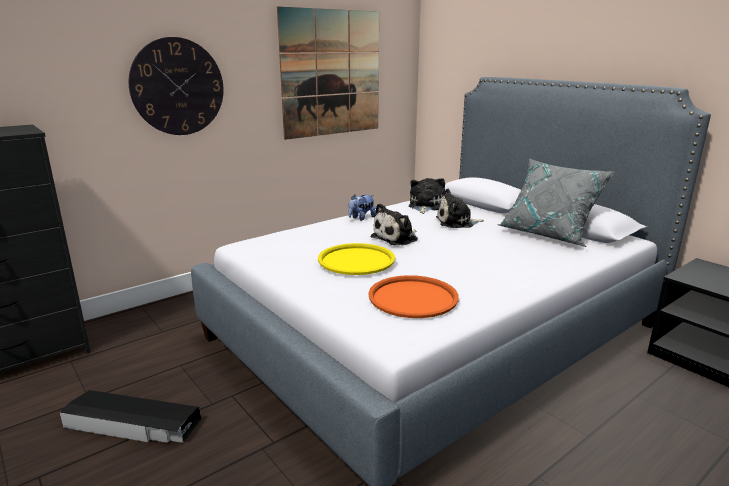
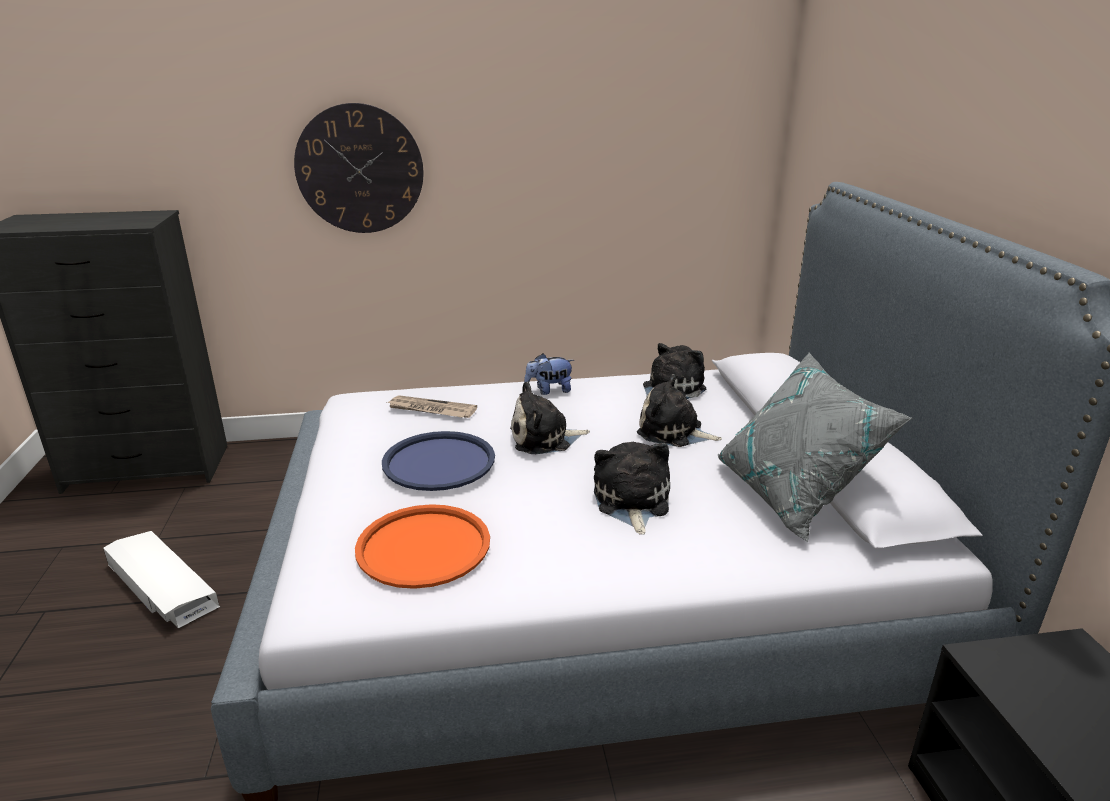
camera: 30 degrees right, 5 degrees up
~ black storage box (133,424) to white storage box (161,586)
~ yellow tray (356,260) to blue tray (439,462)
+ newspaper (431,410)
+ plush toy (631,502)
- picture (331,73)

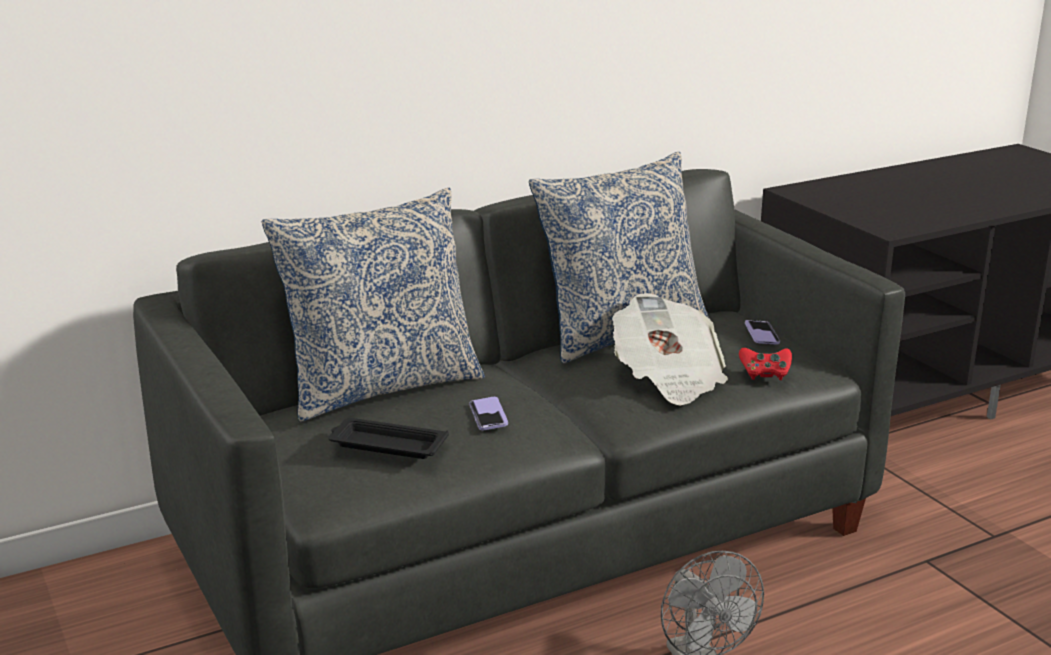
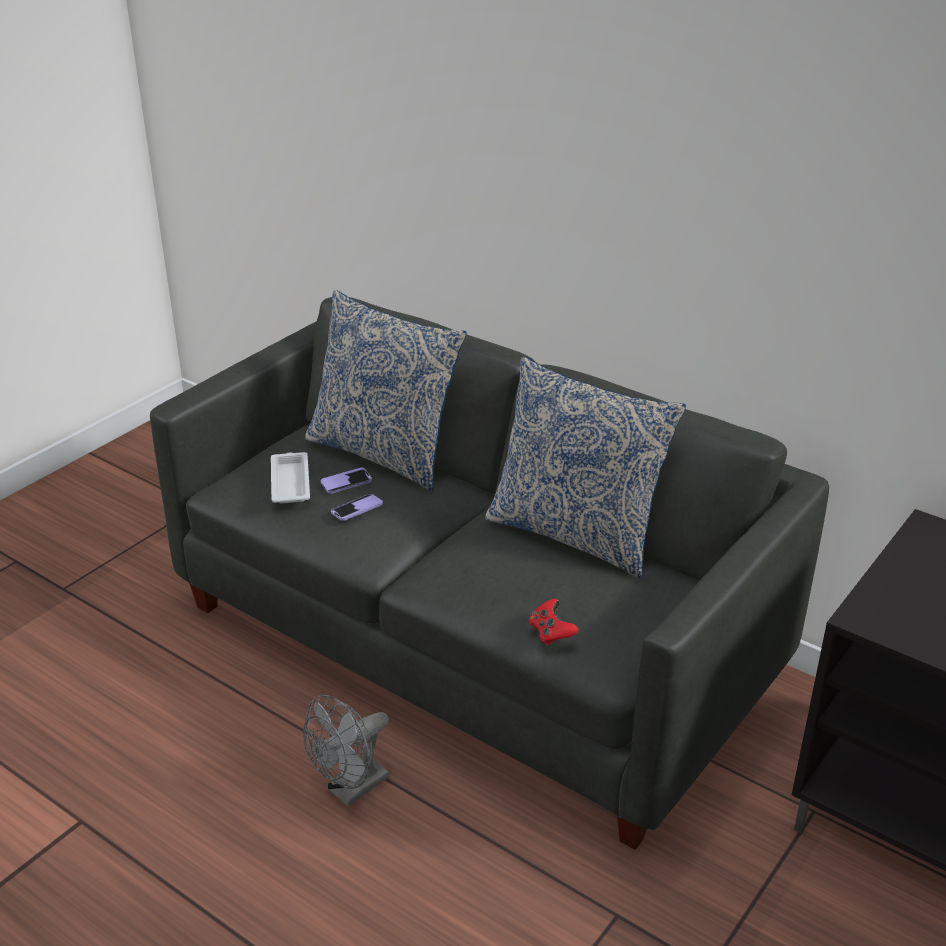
camera: 65 degrees right, 10 degrees up
~ black tray (386,445) to white tray (290,482)
~ phone (761,334) to (346,482)
- newspaper (668,378)

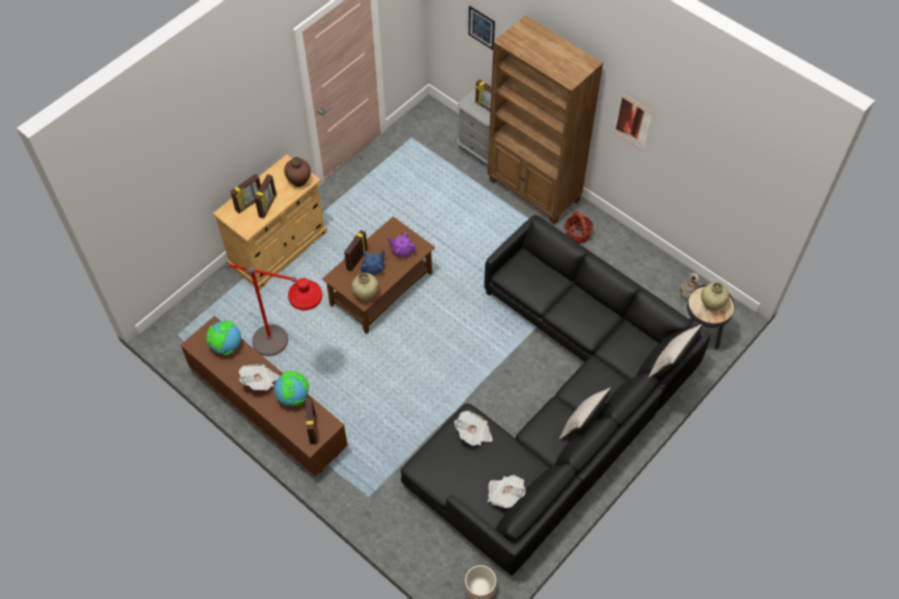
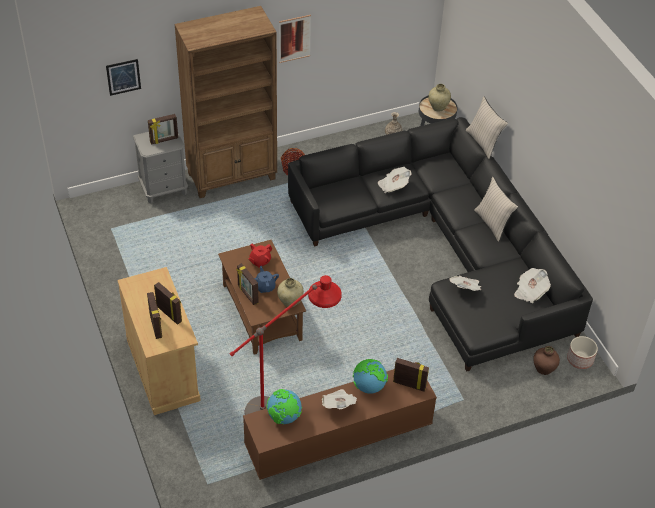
camera: 65 degrees left, 10 degrees down
~ purple teapot (402,250) to red teapot (260,261)
+ newspaper (393,186)
~ brown vase (299,181) to (543,369)

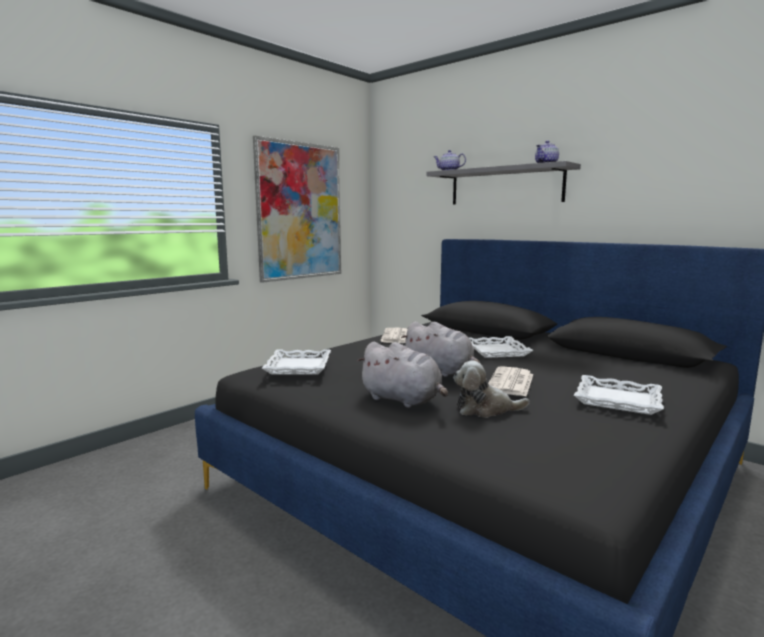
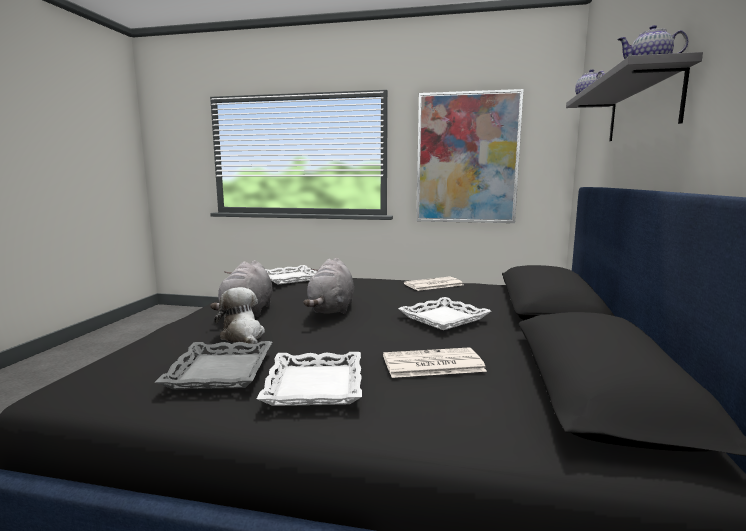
camera: 60 degrees right, 0 degrees up
+ grey tray (219,371)
~ newspaper (511,382) to (431,364)

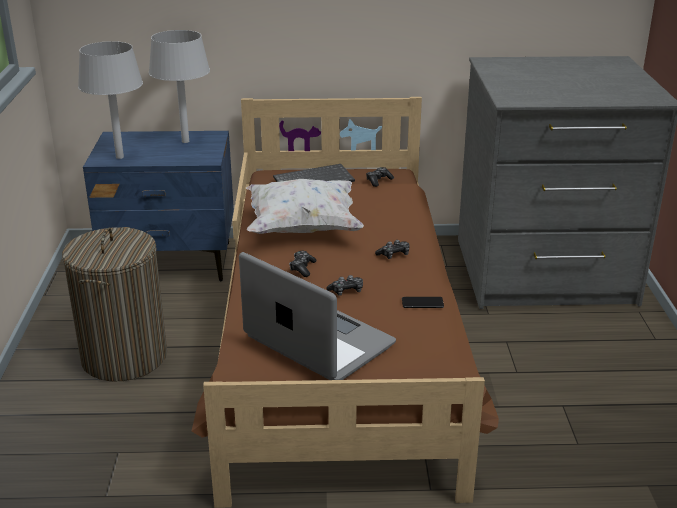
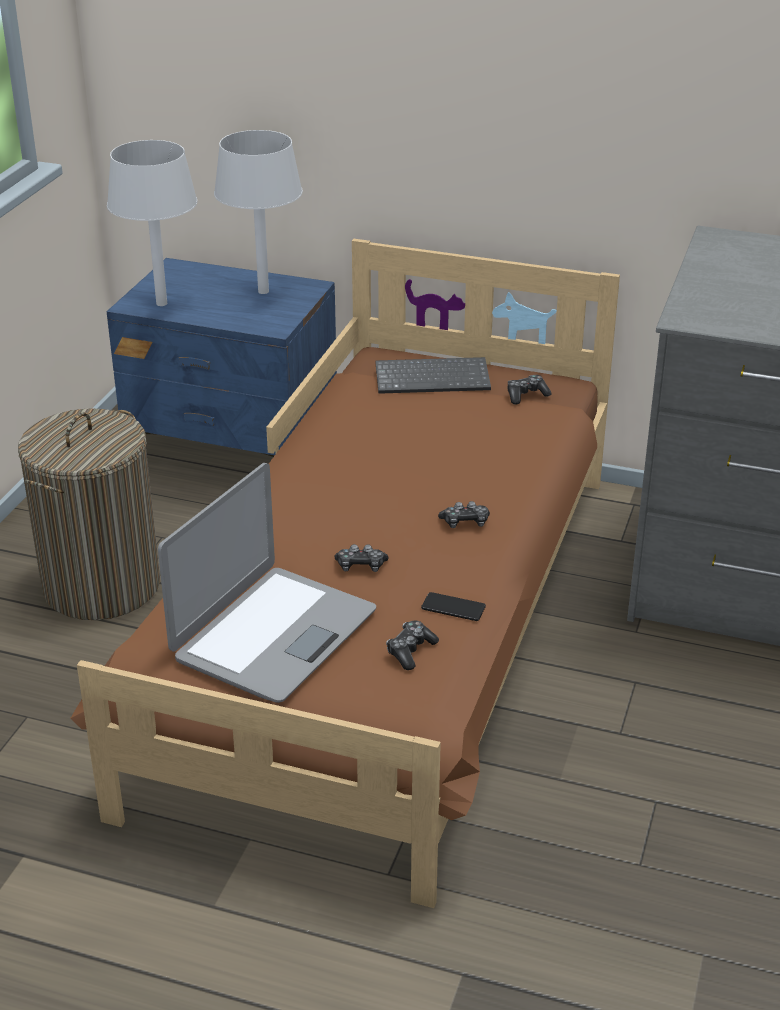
camera: 20 degrees right, 5 degrees up
~ laptop (318,342) = (273,634) 60 degrees clockwise
~ game controller (302,268) to (410,651)
- white pillow (302,228)

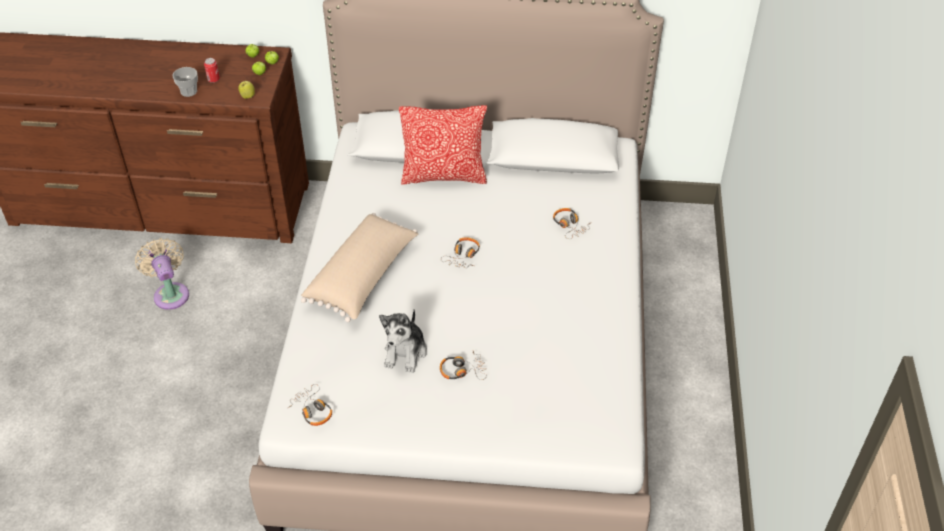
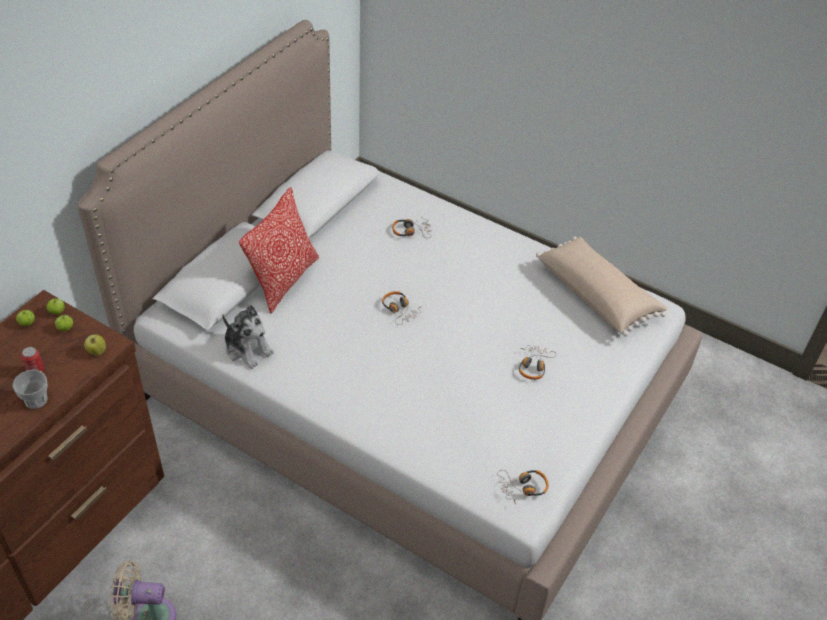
camera: 65 degrees left, 0 degrees up
~ plush toy (405,352) to (247,349)
~ beige pillow (363,277) to (597,295)

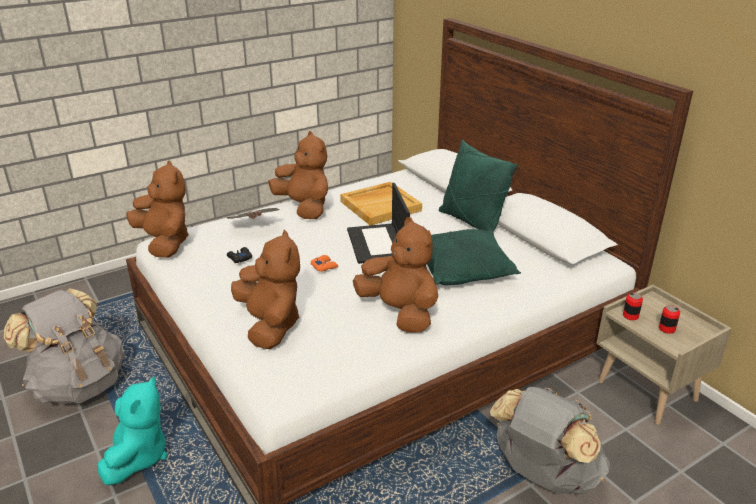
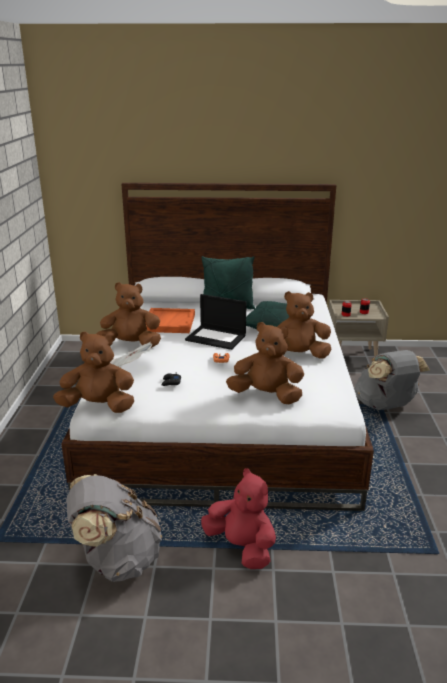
camera: 55 degrees left, 5 degrees down
~ beige tray (381,206) to orange tray (169,322)
~ turquoise plush toy (138,457) to red plush toy (241,547)

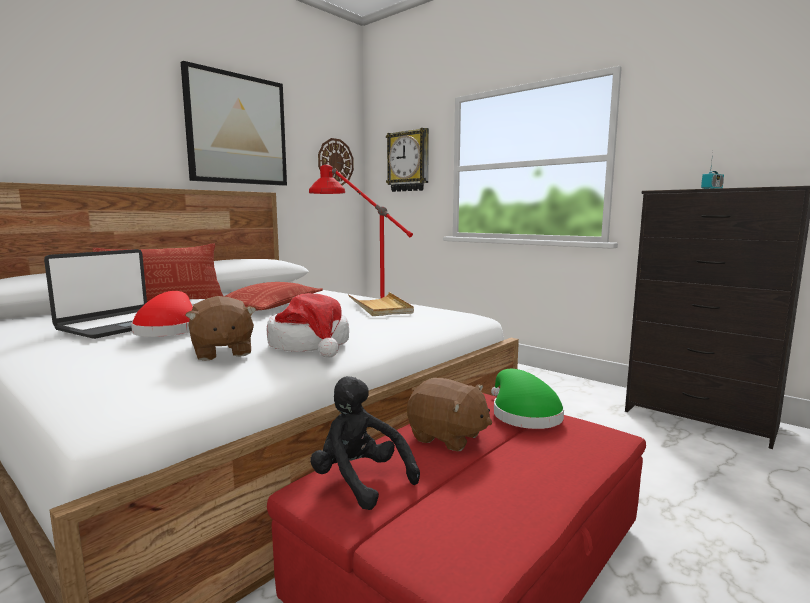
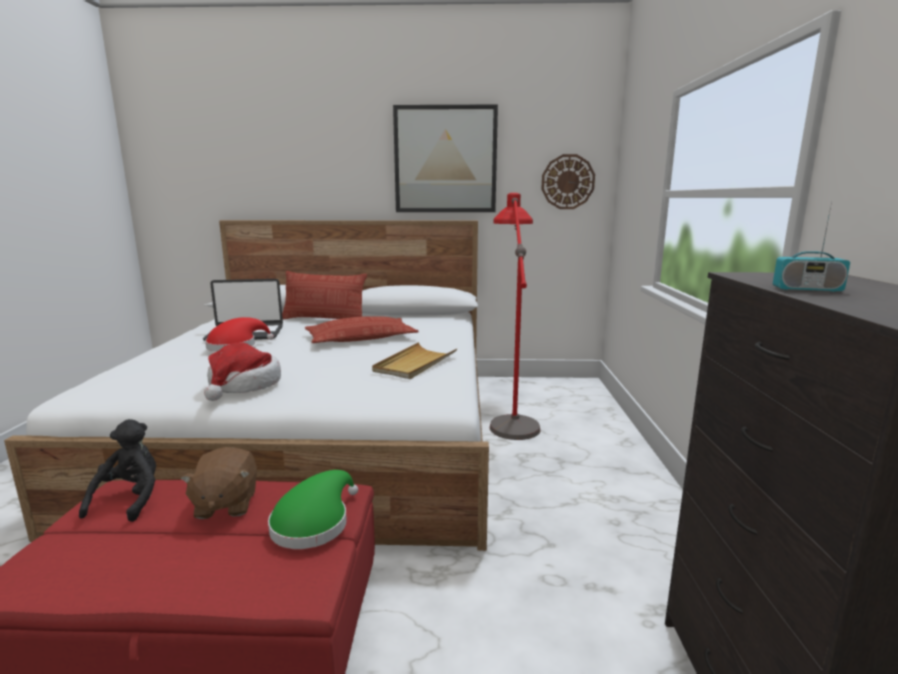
camera: 50 degrees right, 5 degrees up
- brown plush toy (222,352)
- wall clock (408,161)

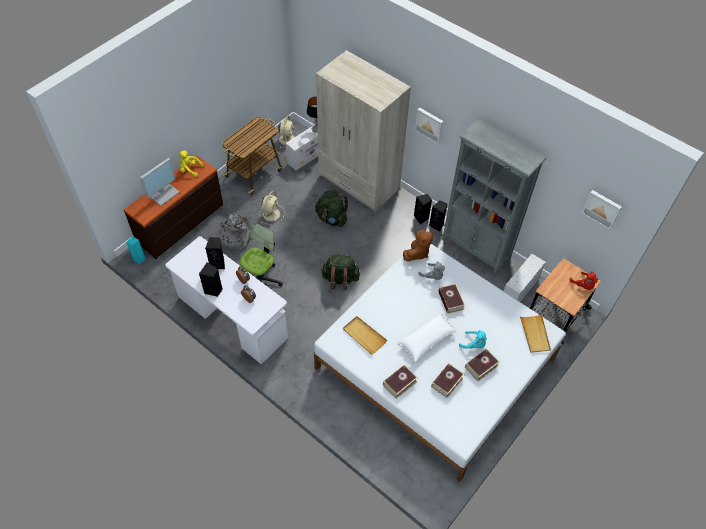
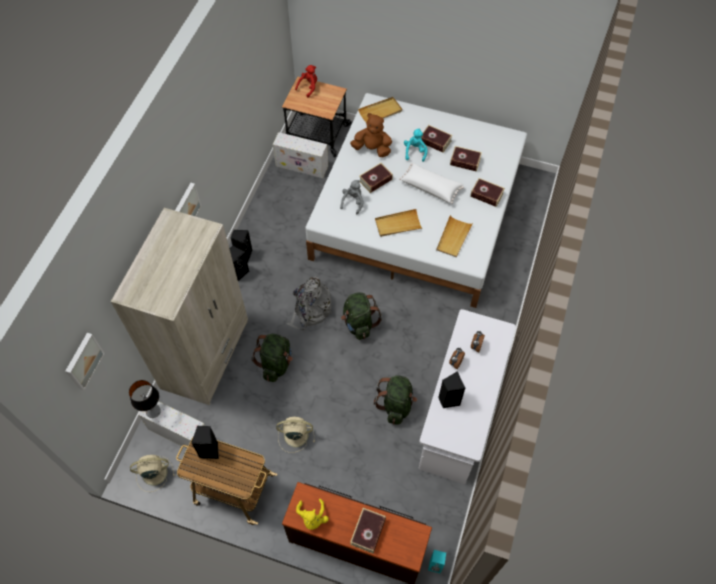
camera: 110 degrees left, 5 degrees up
~ picture (602,208) to (83,361)
~ black speaker (213,290) to (210,450)
~ grey backpack (236,237) to (310,310)
~ brown plush toy (417,253) to (372,149)
~ monitor (163,193) to book (368,531)
~ office chair (261,279) to green backpack (396,404)
+ beige tray (398,224)
- grey bookcase (476,248)

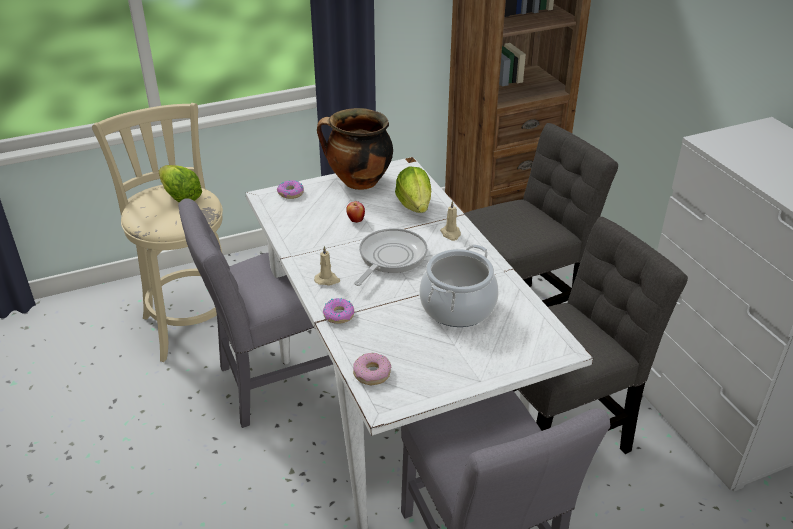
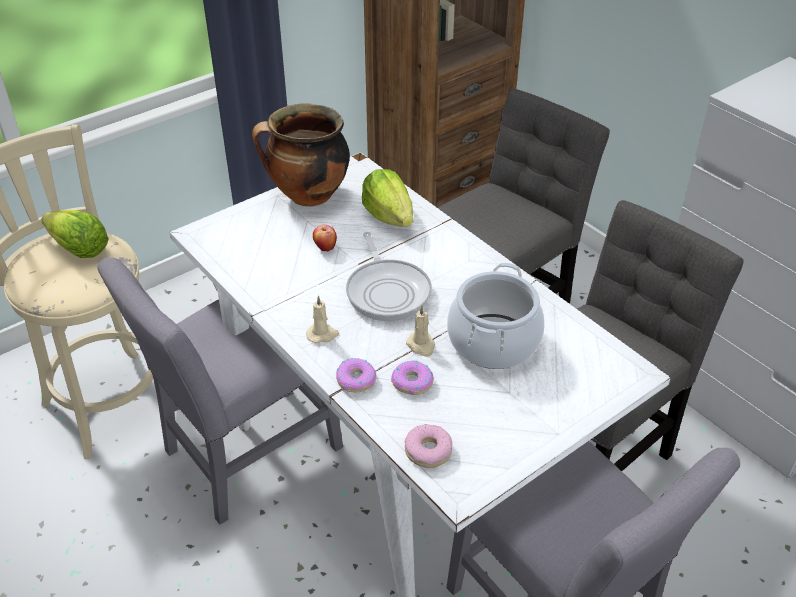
camera: 15 degrees left, 5 degrees up
~ frying pan (390,258) = (387,291) 150 degrees clockwise
~ donut (290,193) to (412,382)
~ beige candle (451,234) to (421,346)

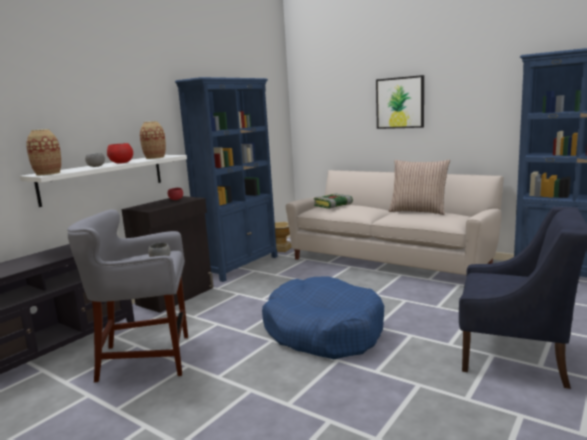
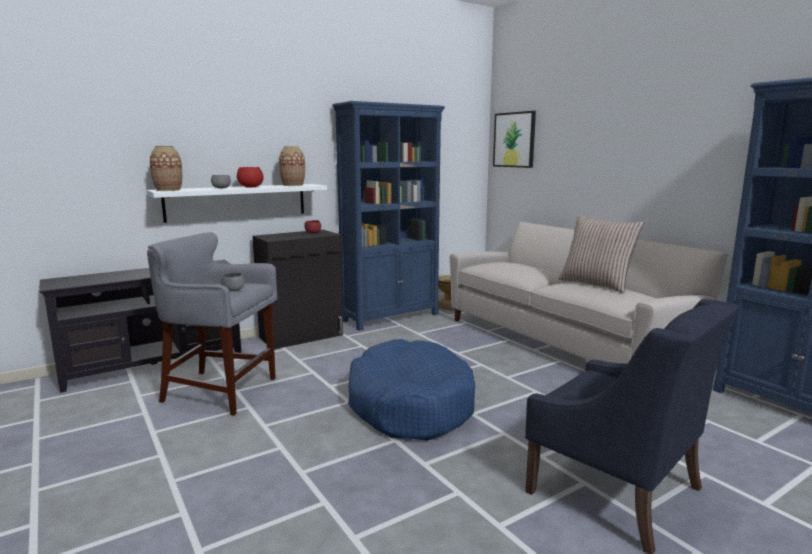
camera: 20 degrees right, 0 degrees up
~ picture (400,103) to (514,140)
- book (333,205)

